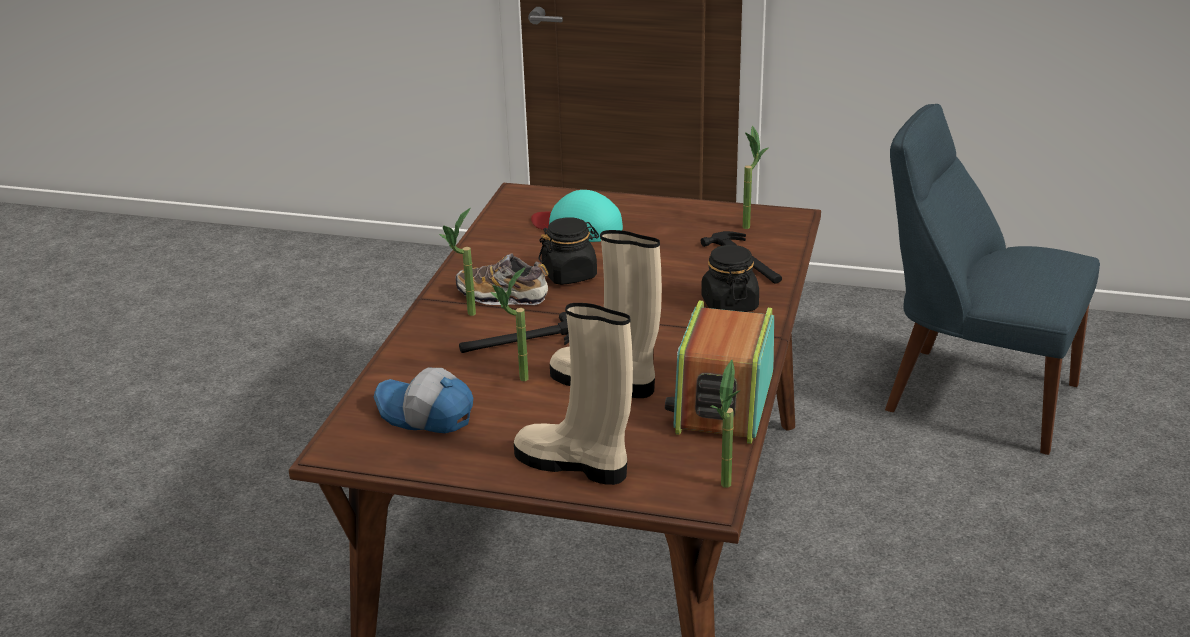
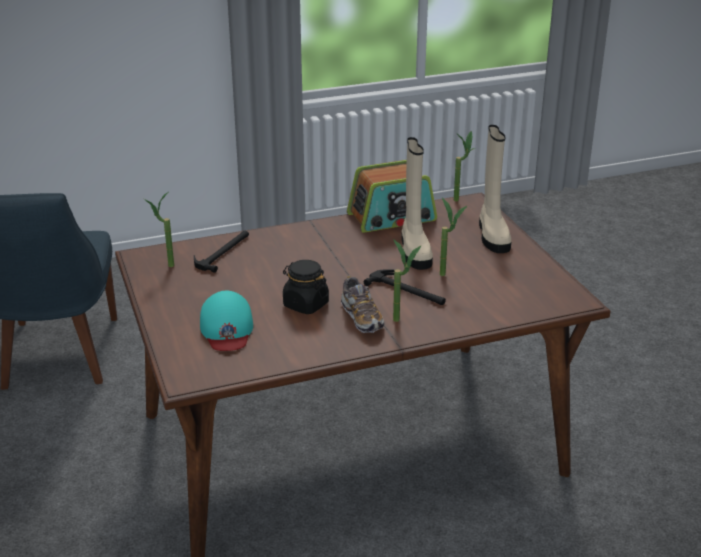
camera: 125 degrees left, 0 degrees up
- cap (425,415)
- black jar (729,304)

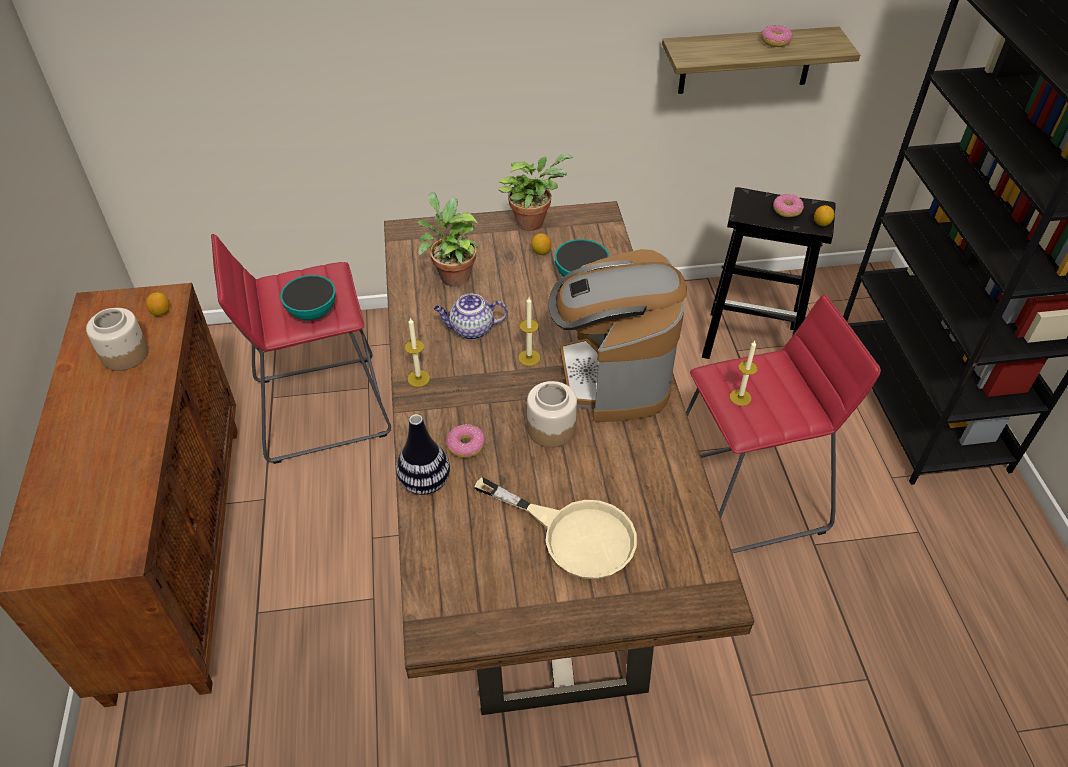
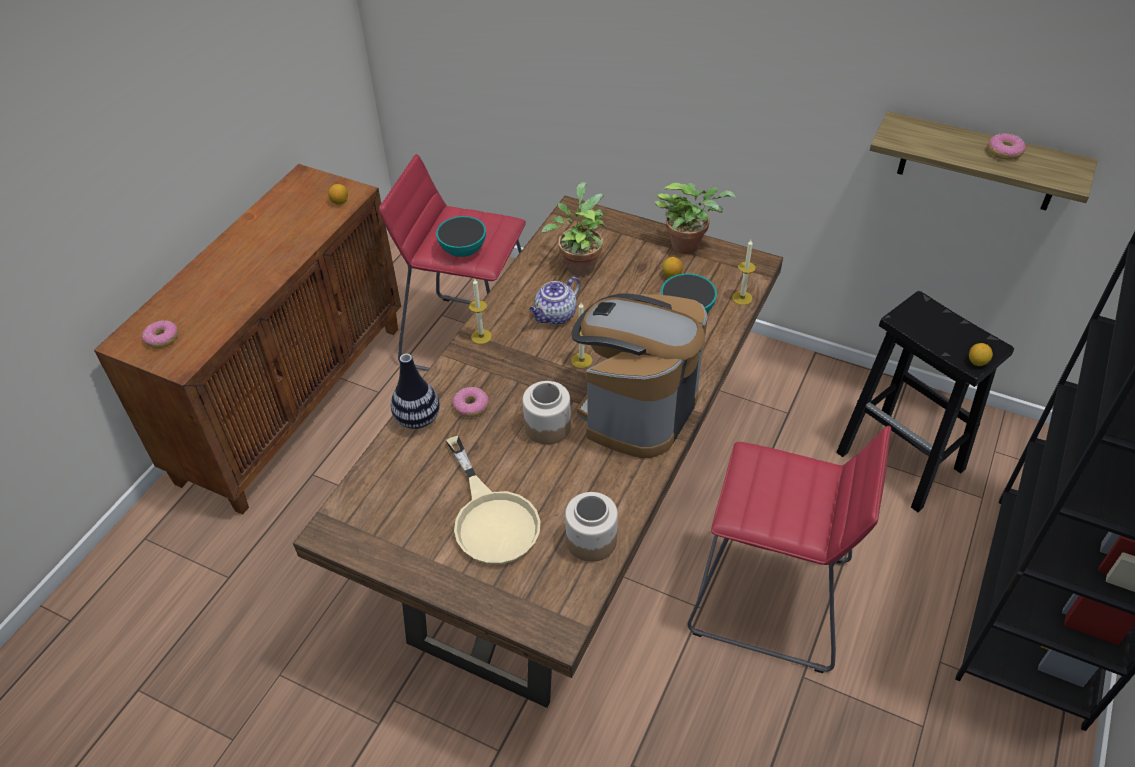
camera: 35 degrees right, 0 degrees up
~ donut (787,210) to (162,338)
~ teapot (471,329) = (555,316) 75 degrees counterclockwise
~ jar (124,355) to (590,540)
~ candle (740,397) to (742,298)

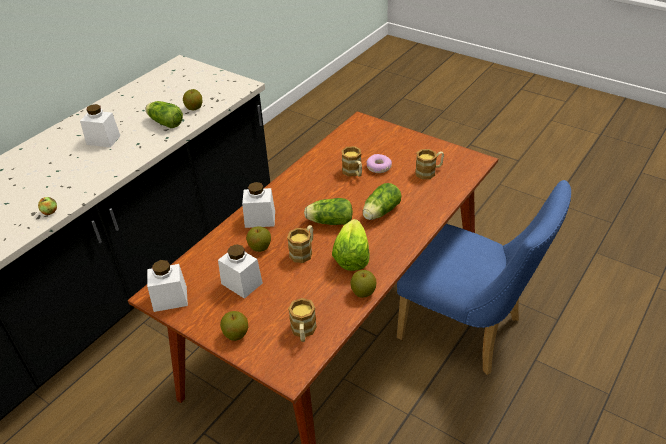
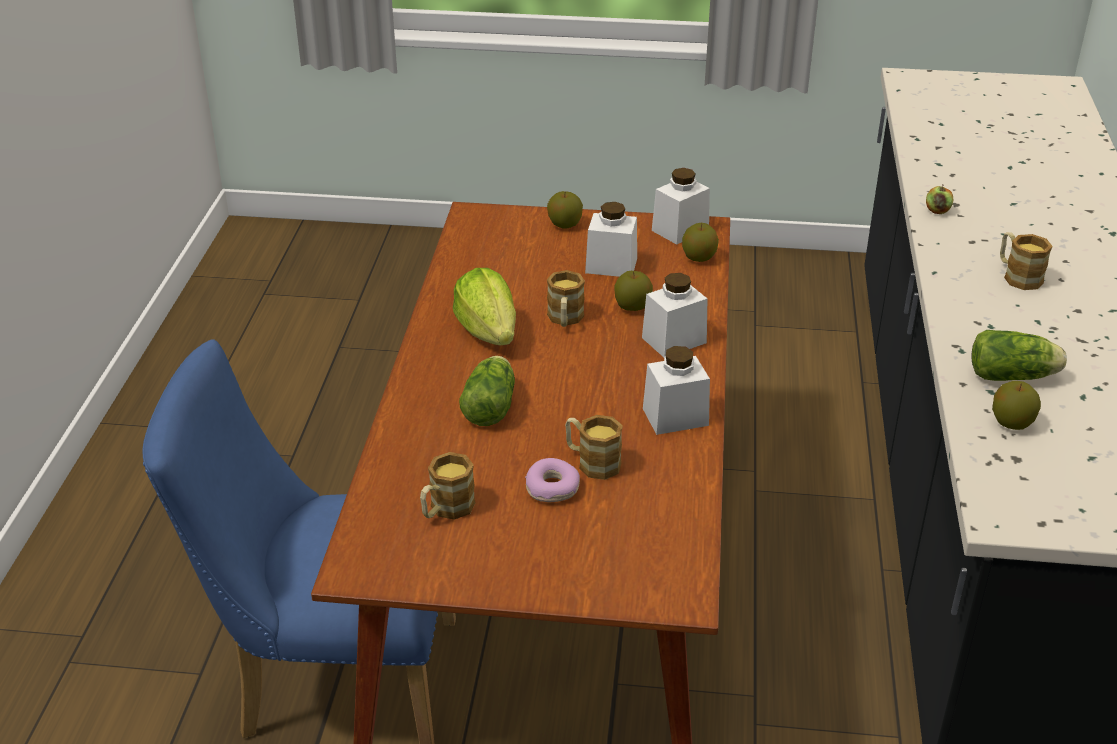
camera: 150 degrees right, 5 degrees down
~ white jar (103,140) to (675,417)
~ apple (363,292) to (699,258)
~ mug (303,332) to (1017,276)
- lettuce (328,221)

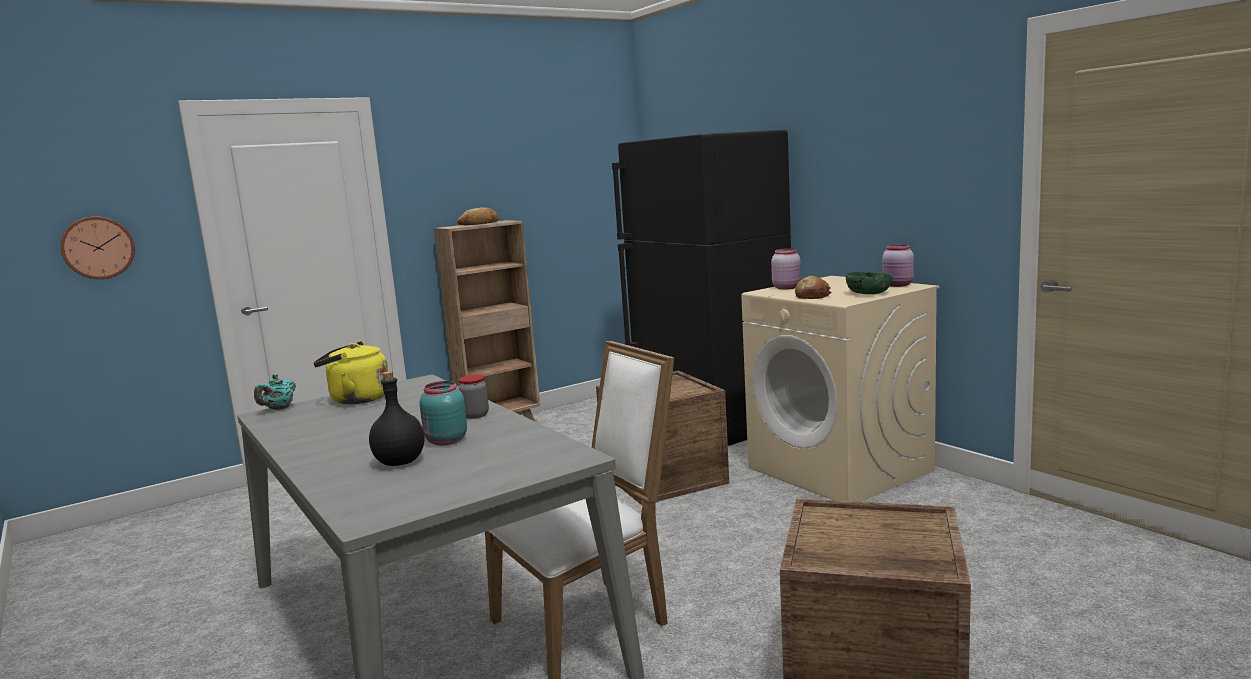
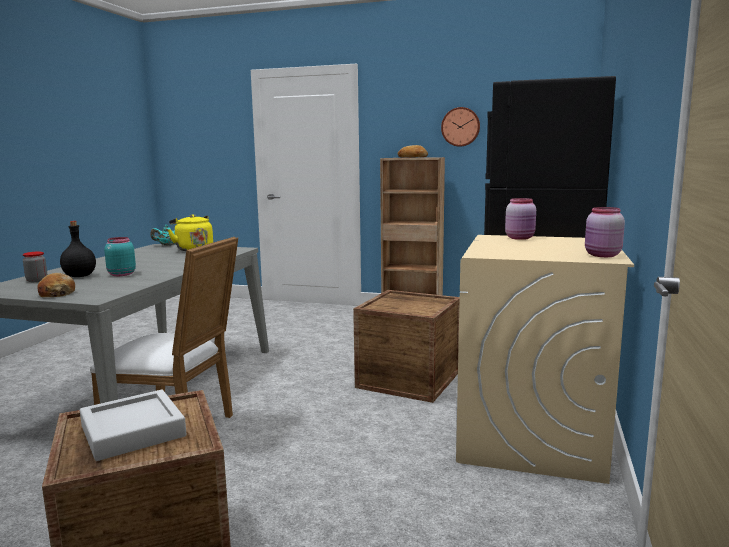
camera: 50 degrees right, 0 degrees up
~ jar (475,415) to (37,280)
~ bread (812,296) to (57,293)
+ grey tray (133,431)
~ wall clock (98,247) to (460,127)
- green bowl (869,293)

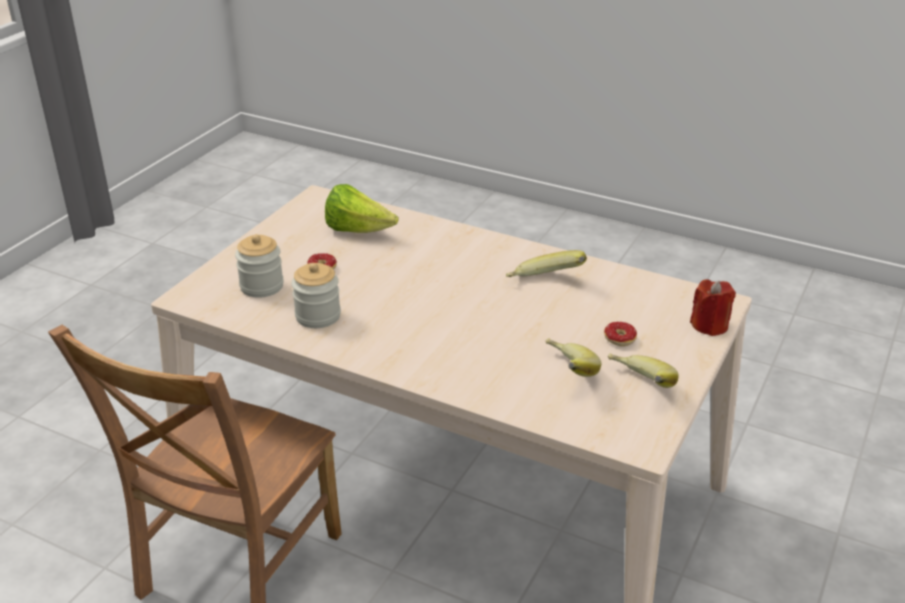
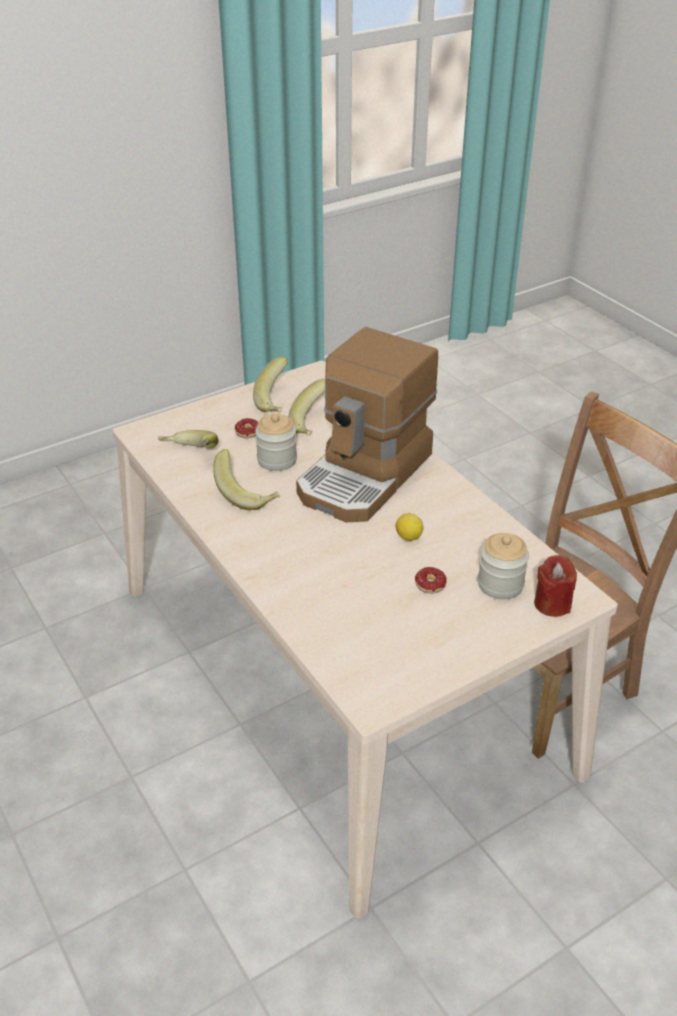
camera: 150 degrees left, 5 degrees up
+ banana (189,455)
~ jar (318,316) to (277,460)
+ coffee machine (366,475)
+ lemon (408,537)
~ red candle (709,325) to (552,604)
- lettuce (358,230)

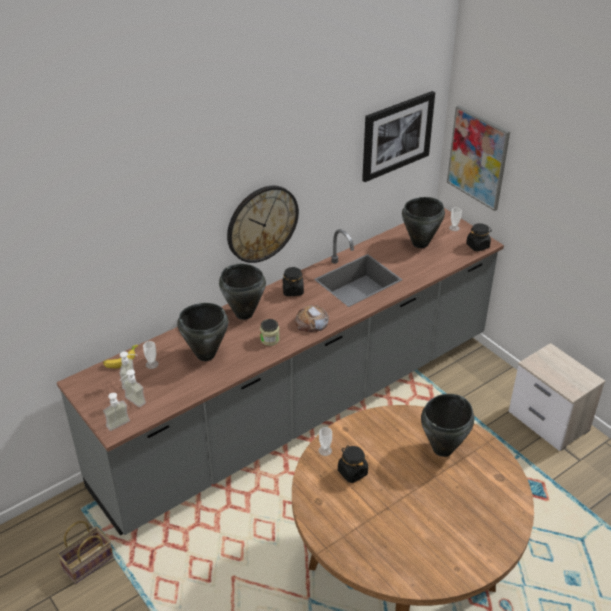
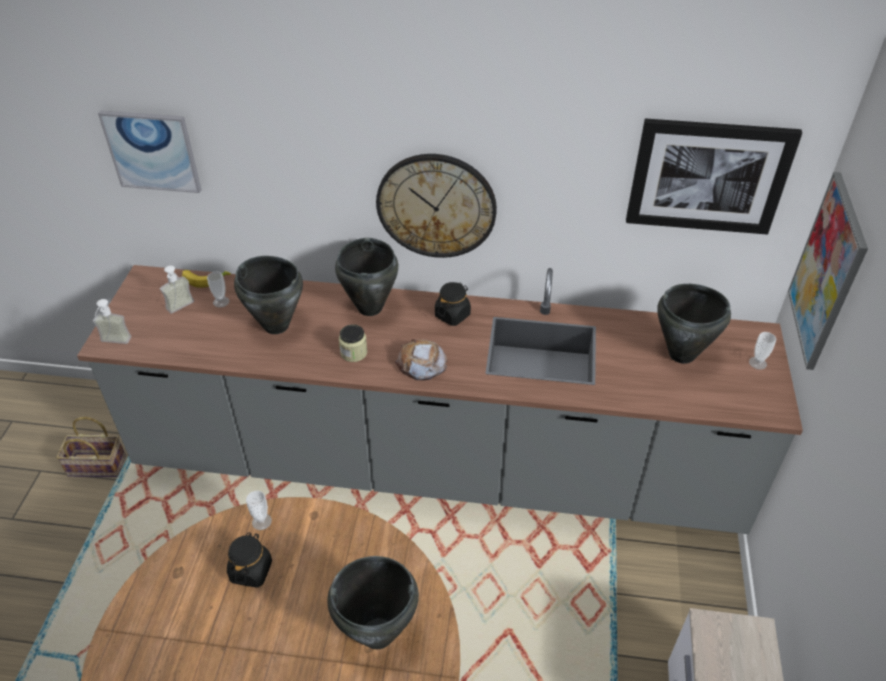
camera: 45 degrees right, 5 degrees up
+ picture (152,151)
- soap dispenser (131,403)
- black jar (477,246)

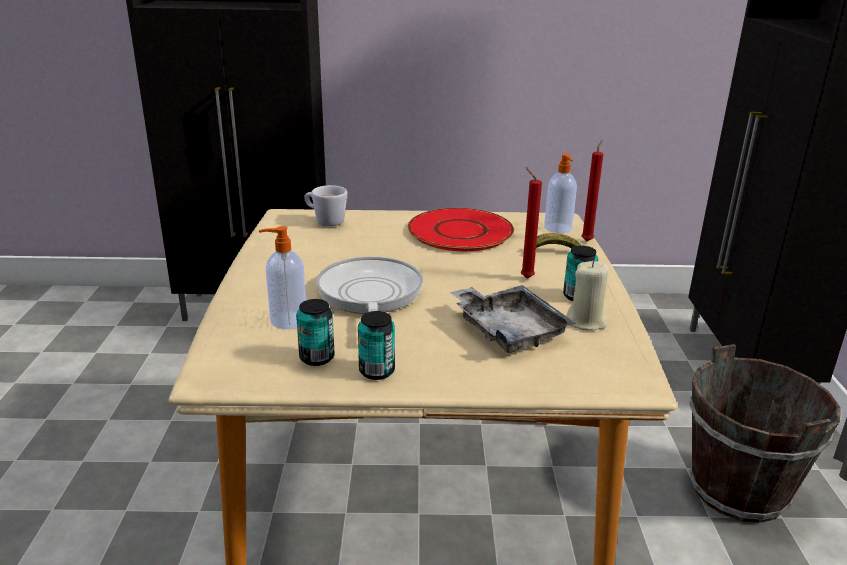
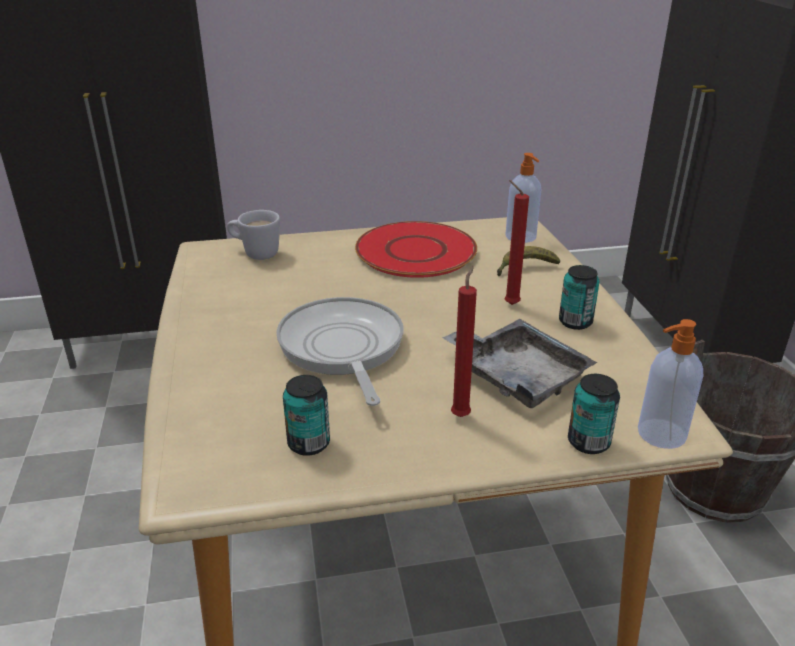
camera: 10 degrees left, 5 degrees up
~ red candle (587,240) to (461,414)
~ can (377,371) to (588,442)
~ soap dispenser (287,321) to (660,434)
- beige candle (586,322)

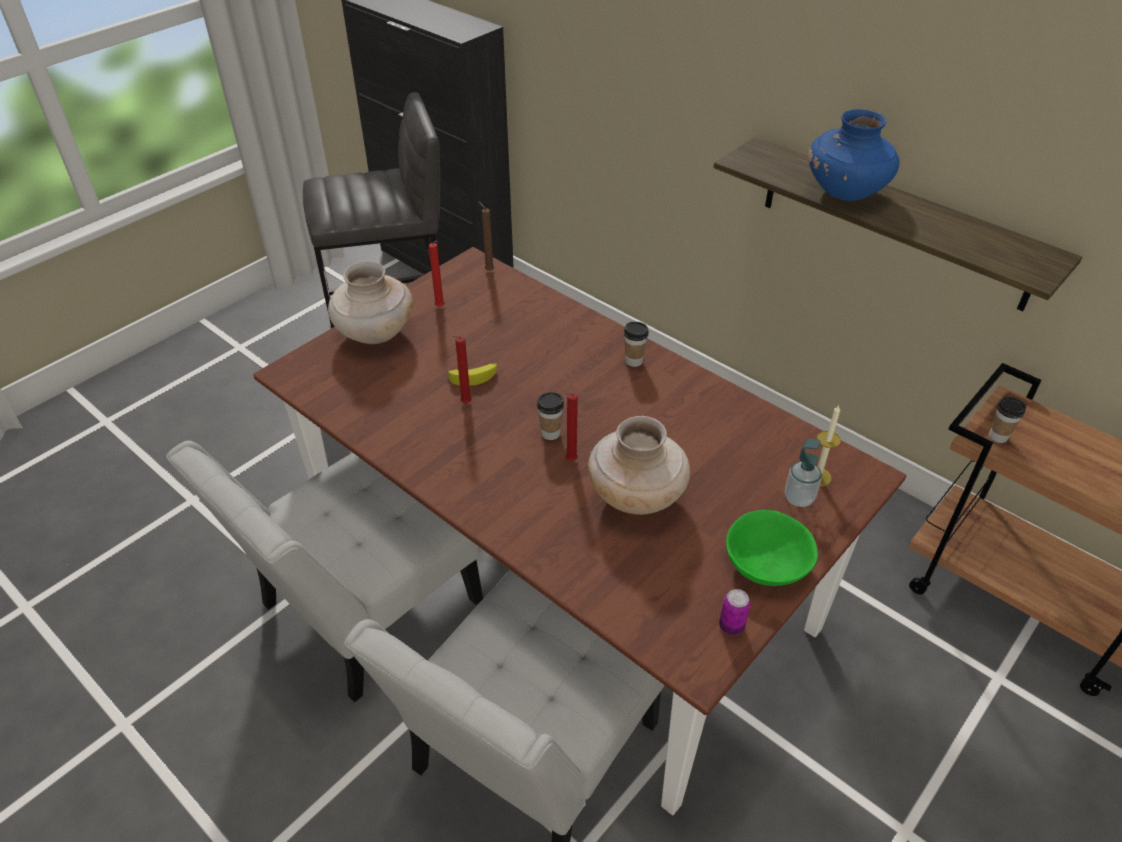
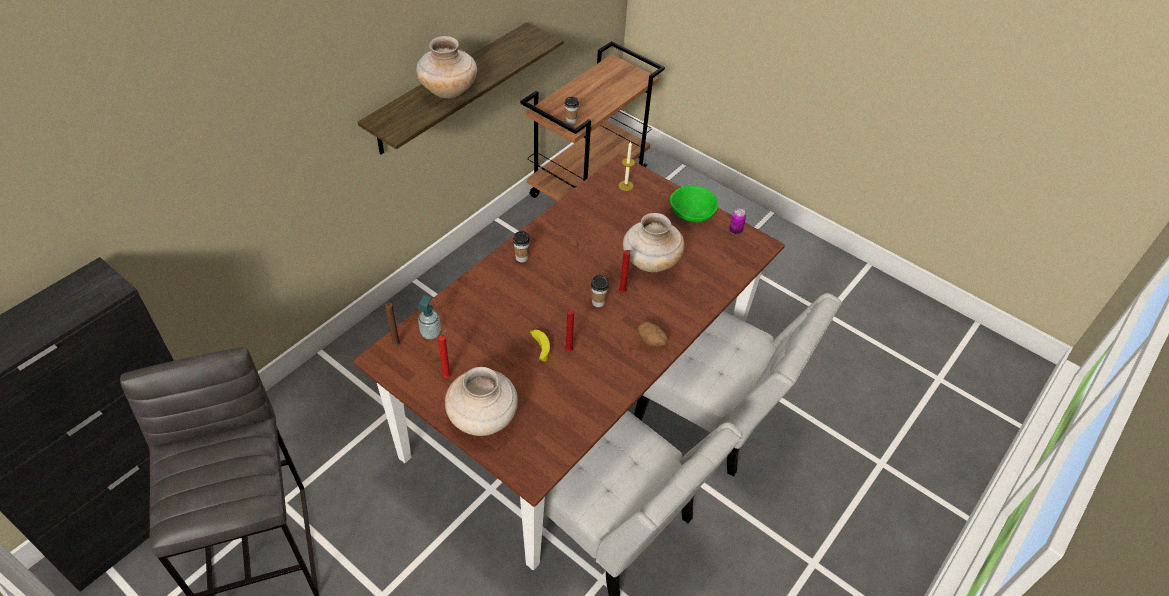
camera: 95 degrees left, 5 degrees up
~ blue vase (846,192) to beige vase (448,91)
~ soap dispenser (799,498) to (430,333)
+ potato (652,341)

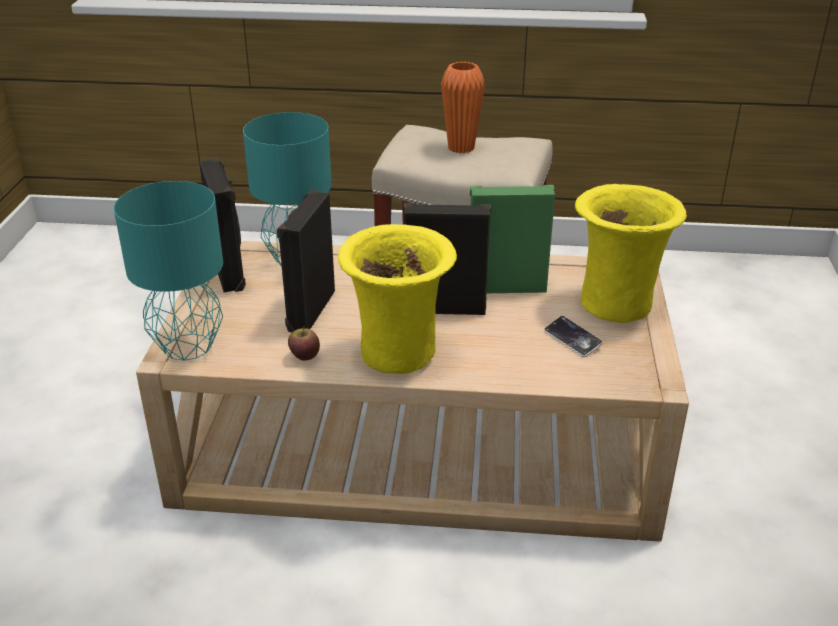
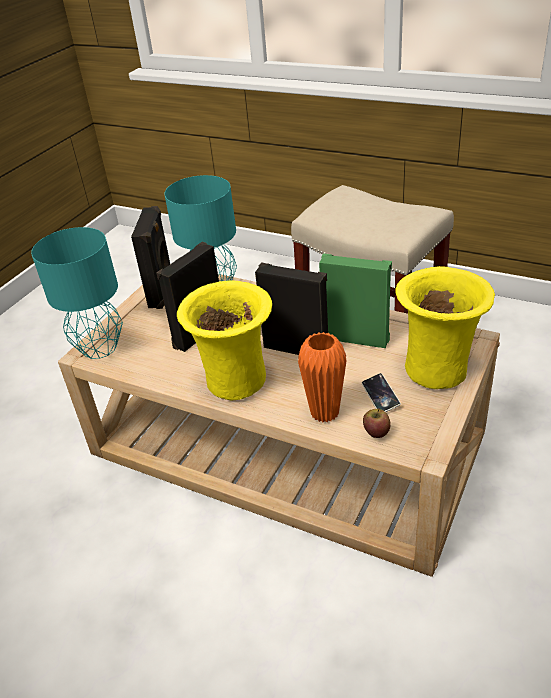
camera: 25 degrees right, 5 degrees up
~ orange vase (461,148) to (324,412)
~ apple (304,355) to (376,432)

